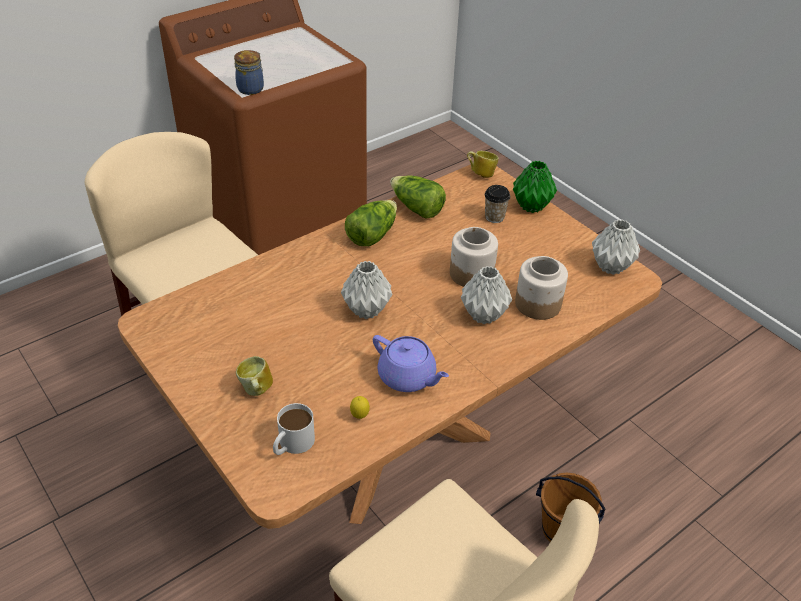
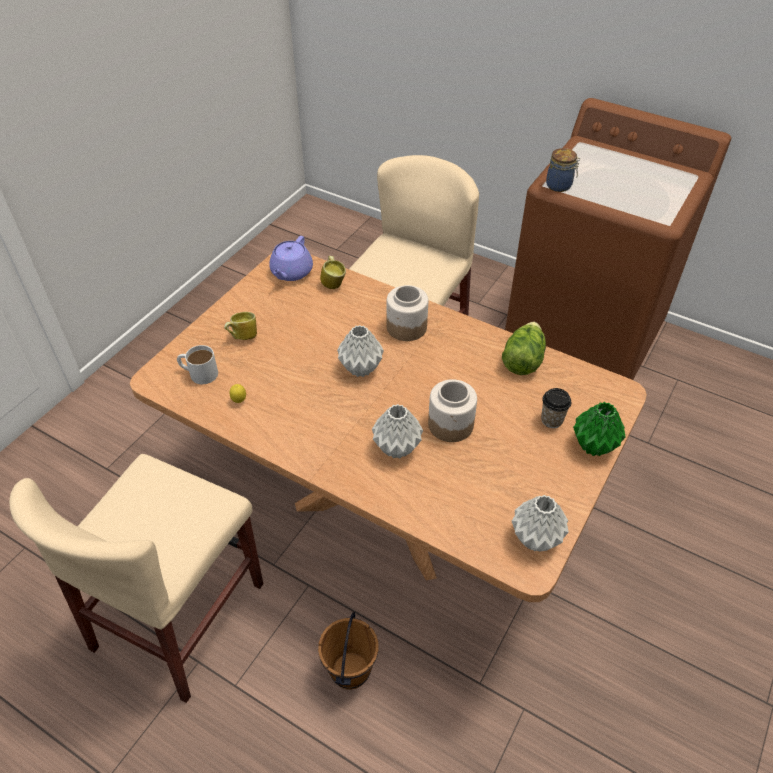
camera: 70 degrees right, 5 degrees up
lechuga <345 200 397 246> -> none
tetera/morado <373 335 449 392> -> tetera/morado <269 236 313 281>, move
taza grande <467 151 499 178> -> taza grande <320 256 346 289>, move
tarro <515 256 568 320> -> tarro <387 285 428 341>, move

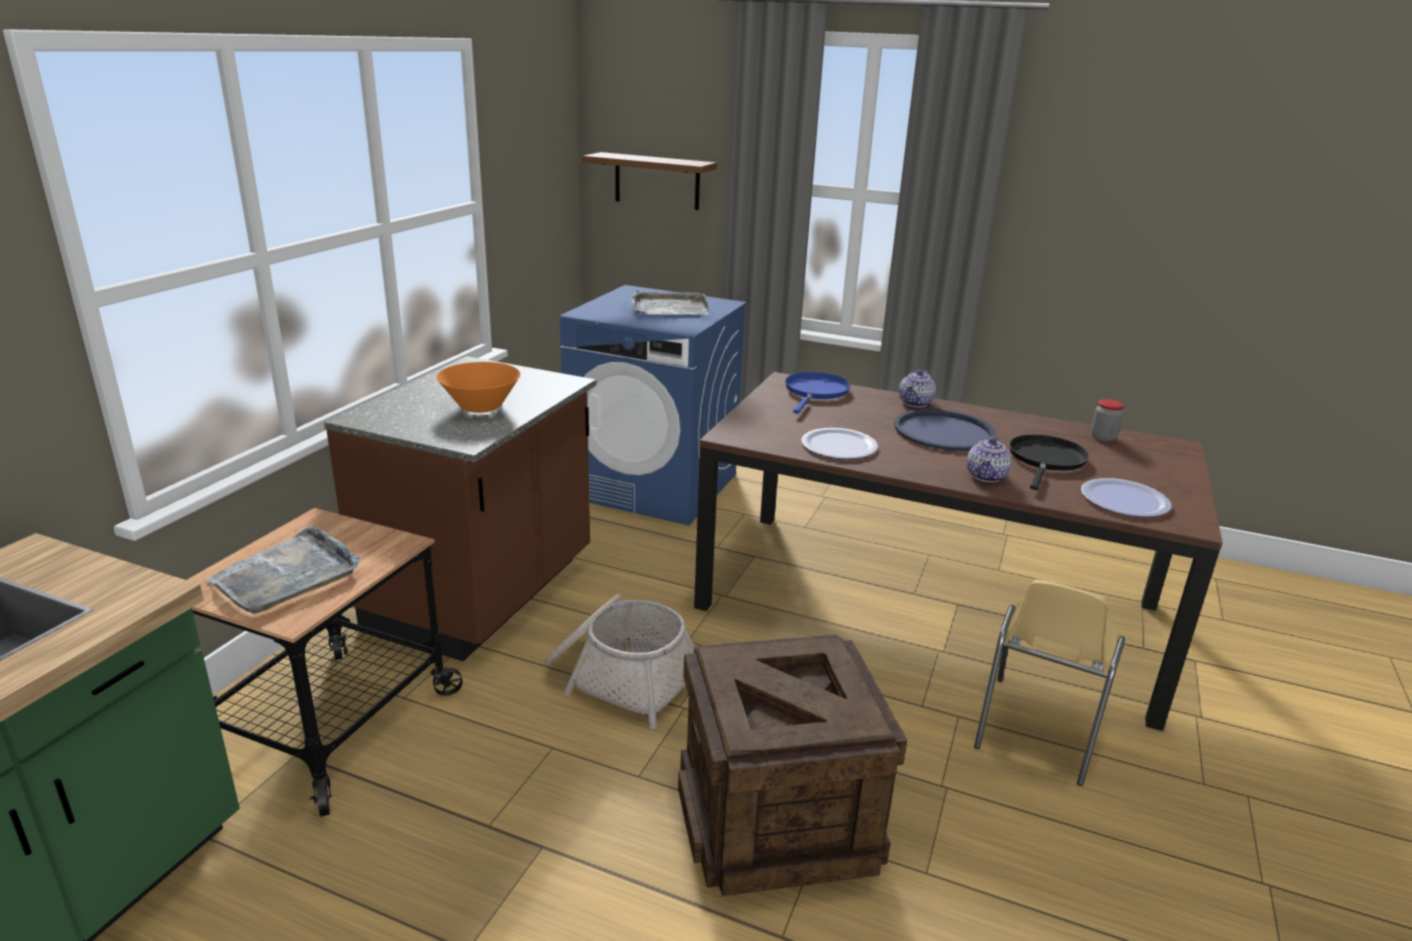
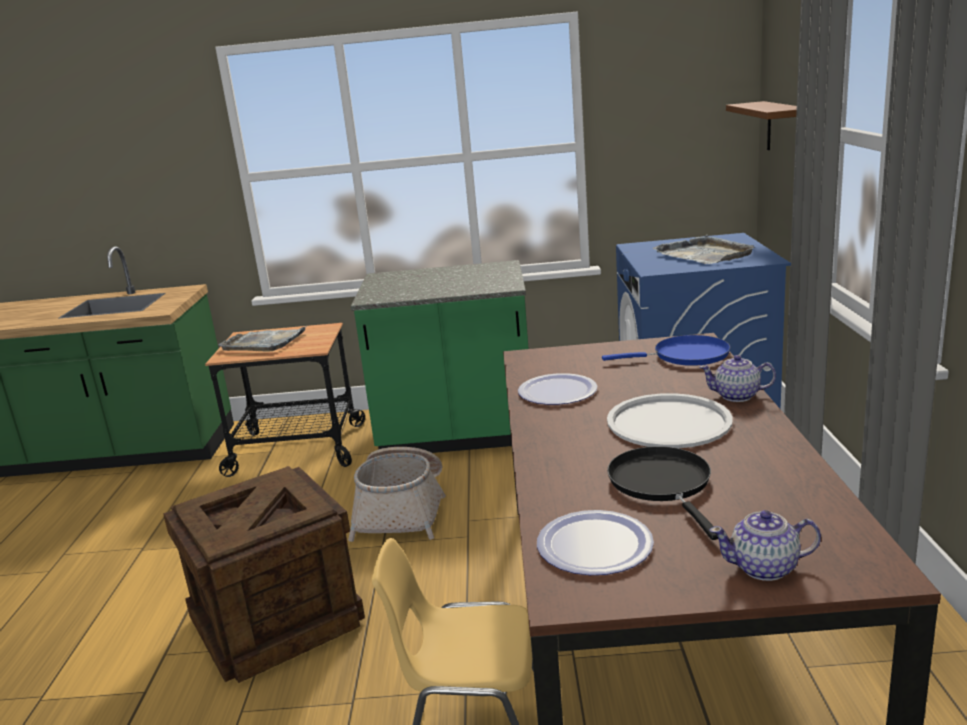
camera: 70 degrees right, 5 degrees down
mueble bajo de cocina/marrón <324 356 596 661> -> mueble bajo de cocina/verde <351 260 529 453>
cuenco/naranja <436 362 520 413> -> none
bandeja/azul <894 409 997 451> -> bandeja/blanco <607 393 733 448>
tetera <967 436 1012 482> -> tetera <709 510 821 581>, move
sartén/negro <1009 434 1089 490> -> sartén/negro <607 446 718 540>, 105 degrees counterclockwise
tarro <1091 399 1124 442> -> none

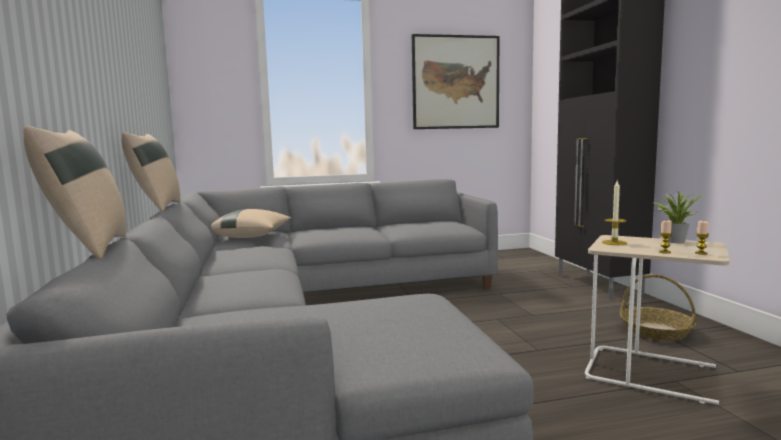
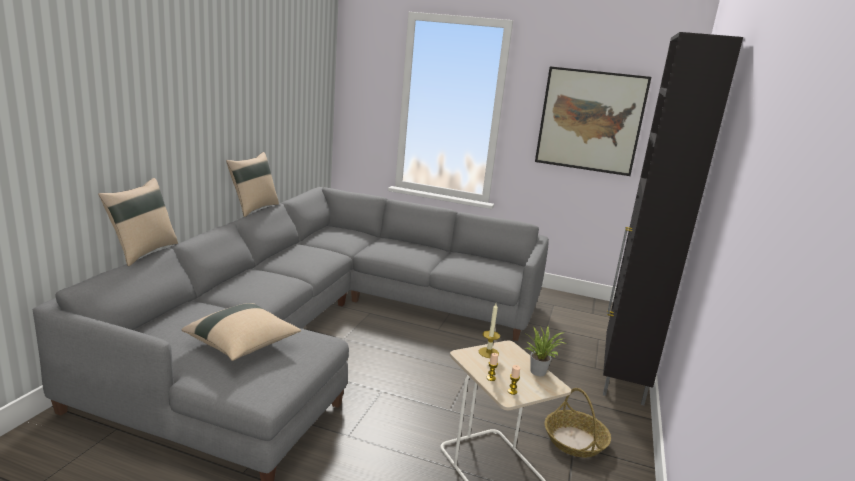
camera: 30 degrees right, 10 degrees up
cojín/beis <211 209 291 238> -> cojín/beis <181 303 301 361>, move

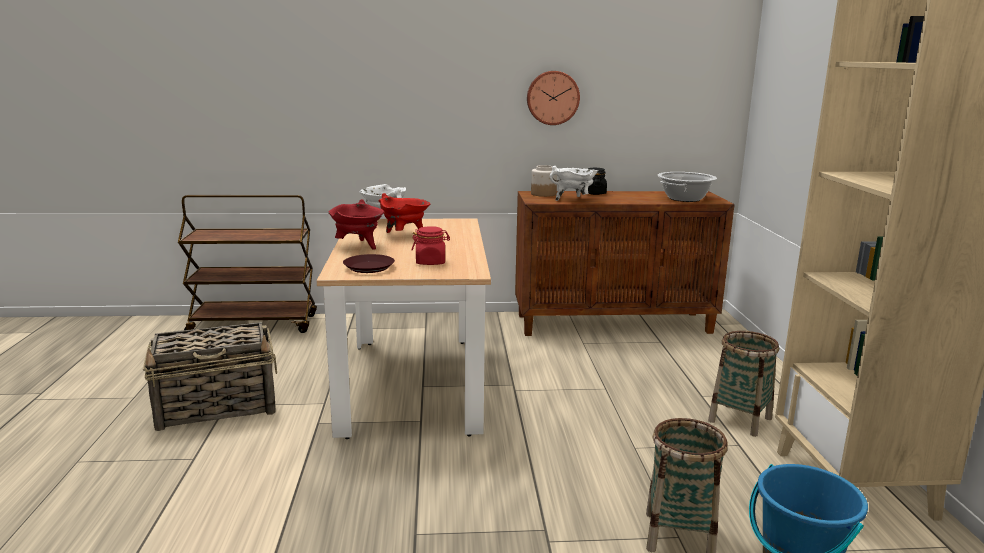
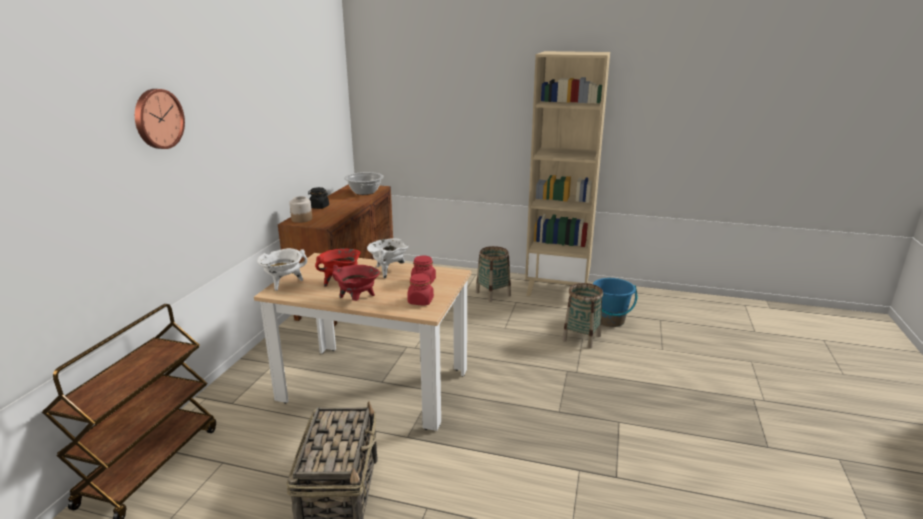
camera: 70 degrees left, 5 degrees up
plato/marrón <343 254 395 273> -> tarro/rojo <407 273 434 305>
reloj de pared <527 71 580 125> -> reloj de pared <135 89 185 149>, move
olla/blanco <550 166 598 201> -> olla/blanco <367 238 408 278>, move

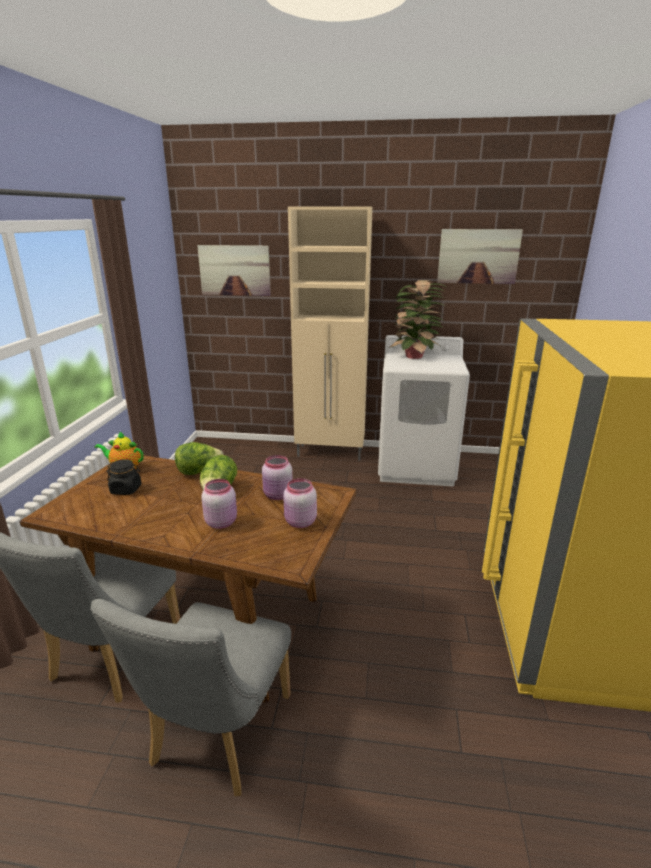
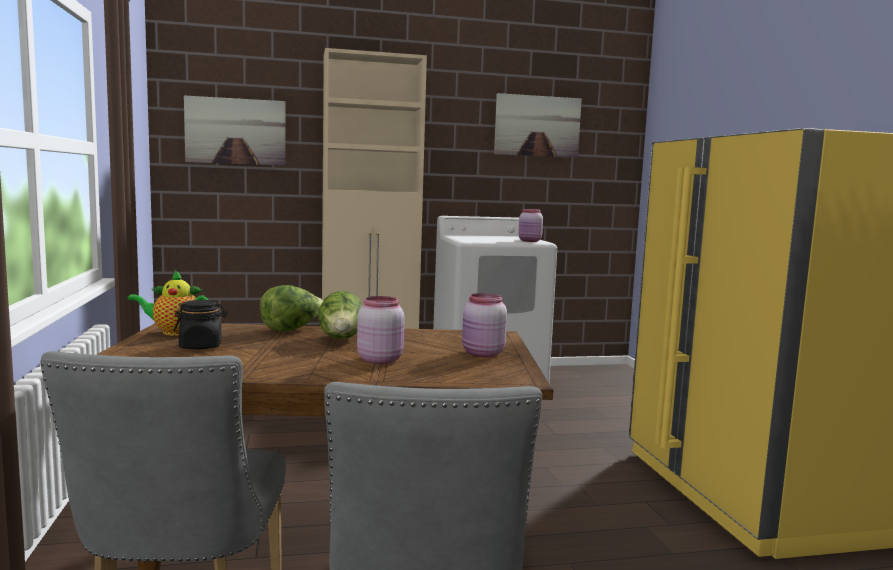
camera: 20 degrees left, 15 degrees down
tarro/rosa <262 455 293 500> -> tarro/rosa <518 209 543 242>, move
planta en maceta <389 280 446 359> -> none

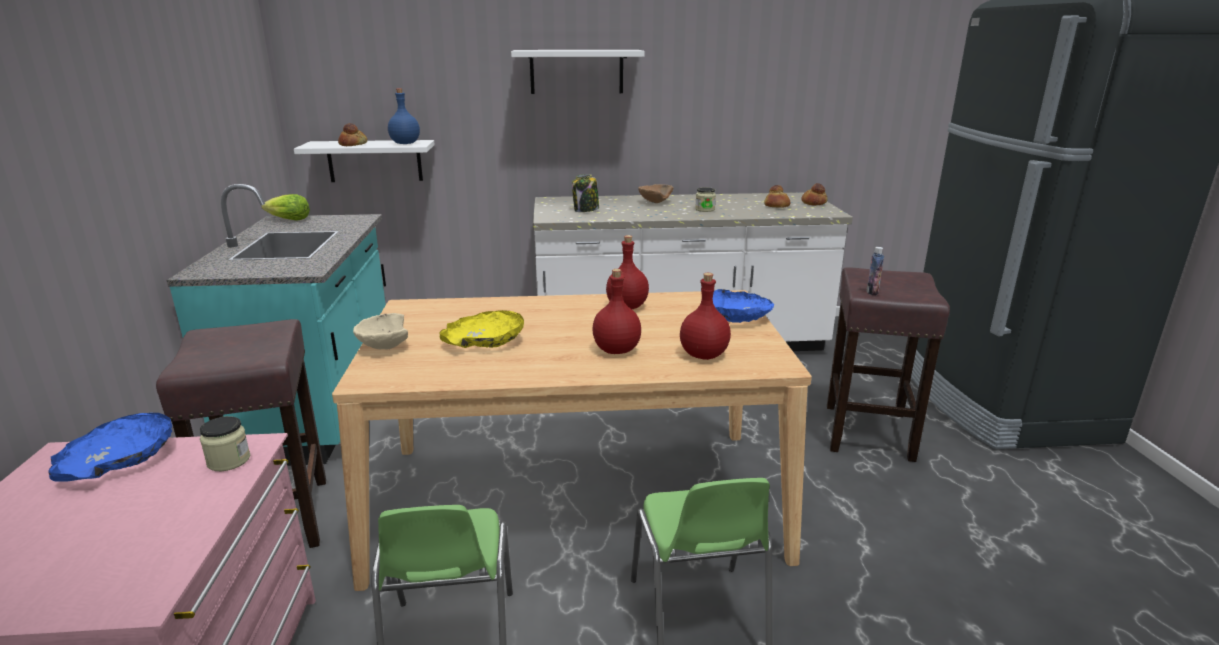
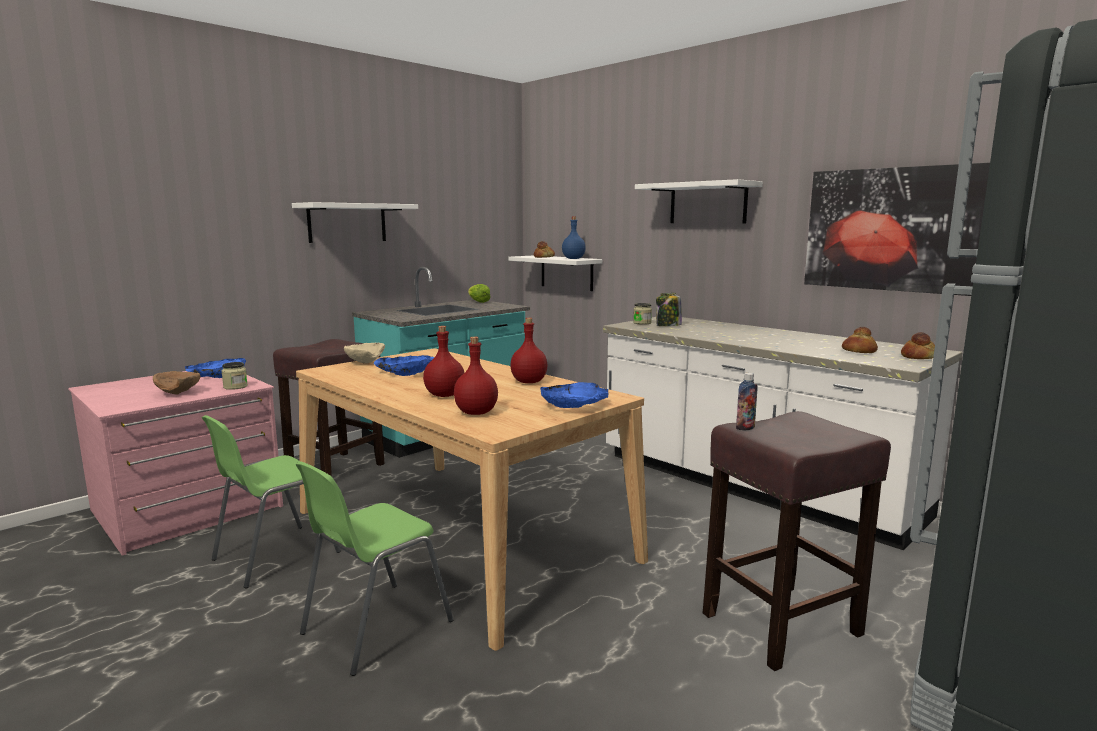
camera: 50 degrees right, 10 degrees down
cuenco/amarillo <440 310 524 348> -> cuenco/azul <374 355 434 376>
cuenco/marrón <638 184 674 203> -> cuenco/marrón <153 371 200 394>, move
tarro <695 187 716 212> -> tarro <633 303 652 325>, move
none -> estante/blanco <292 202 418 243>
none -> cuadro <804 163 990 296>

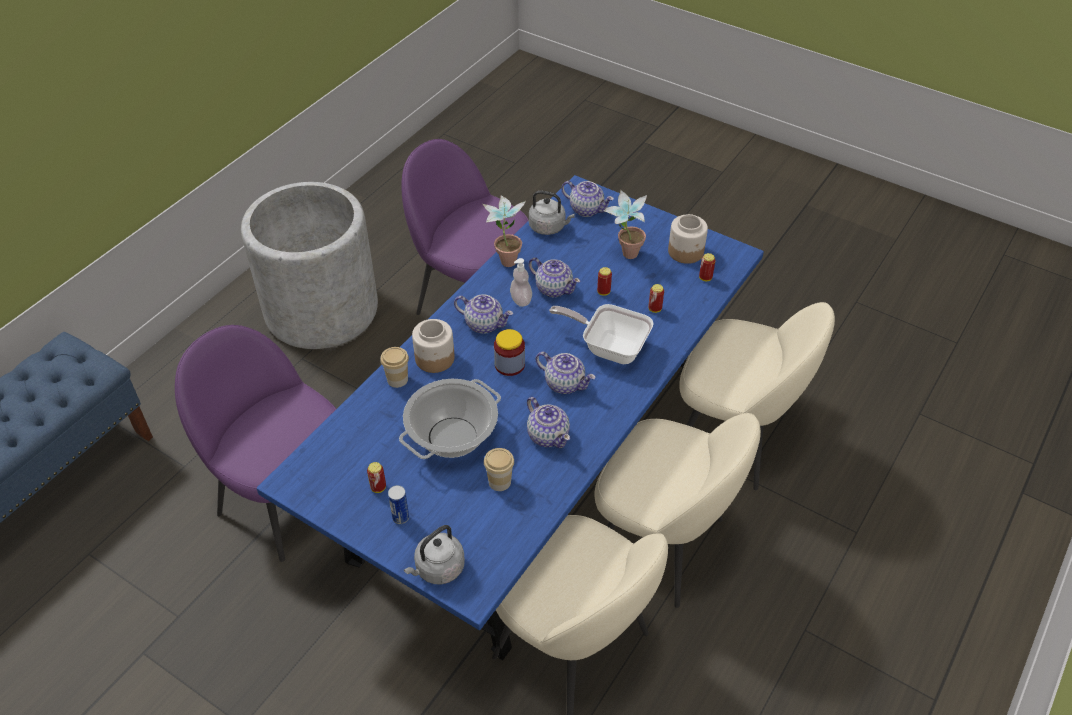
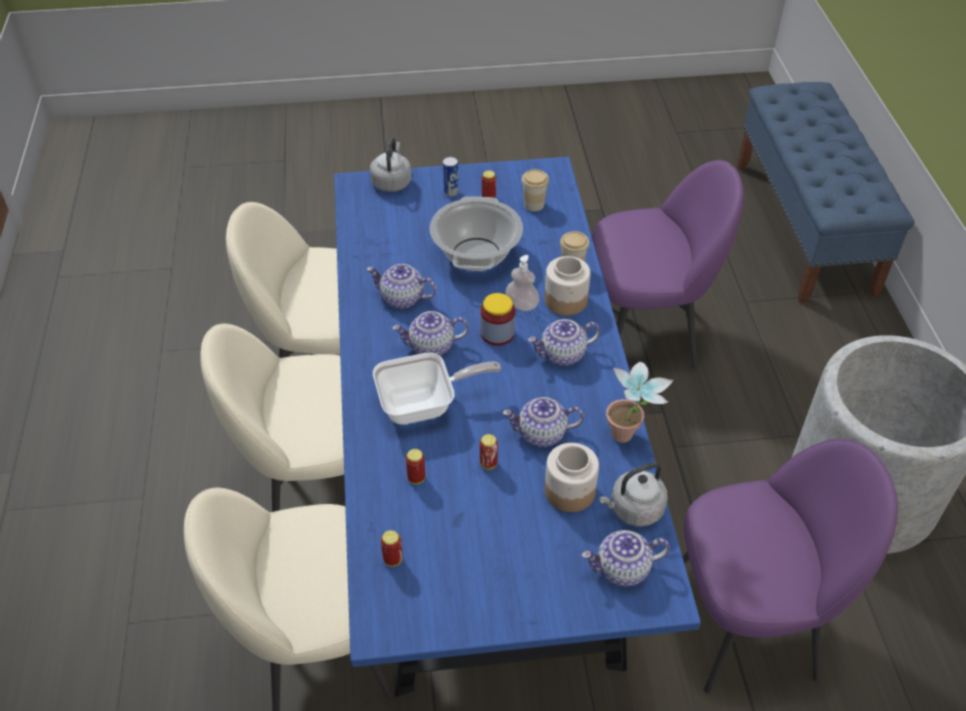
camera: 140 degrees right, 0 degrees up
taza <484 448 514 491> -> taza <521 169 549 211>, move
dispensador de jabón <510 258 532 307> -> dispensador de jabón <506 255 539 311>, move
planta en maceta <603 190 647 259> -> none
tarro <668 214 708 264> -> tarro <545 443 599 512>, move

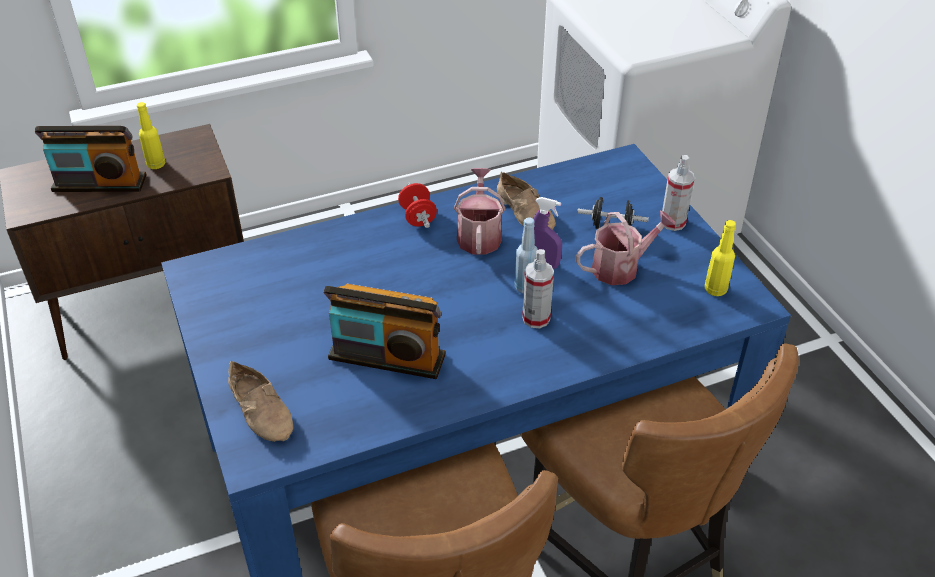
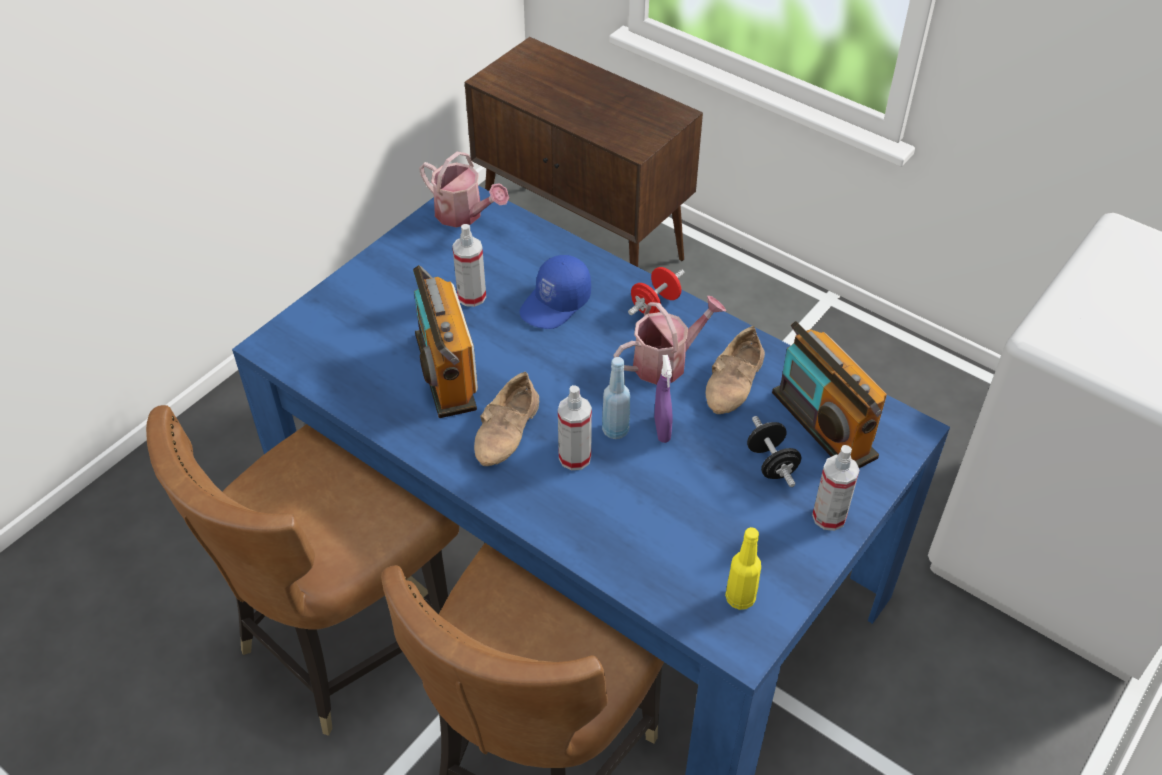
camera: 60 degrees right, 5 degrees up
radio <35 126 147 192> -> radio <772 321 887 468>, move
botella/amarillo <137 102 165 169> -> none
zapato/beis <228 360 293 442> -> zapato/beis <474 372 539 466>, move
regadera <576 211 676 285> -> regadera <419 152 509 227>, move
none -> pulverizador <452 224 486 307>
none -> gorra/azul <519 255 591 329>

